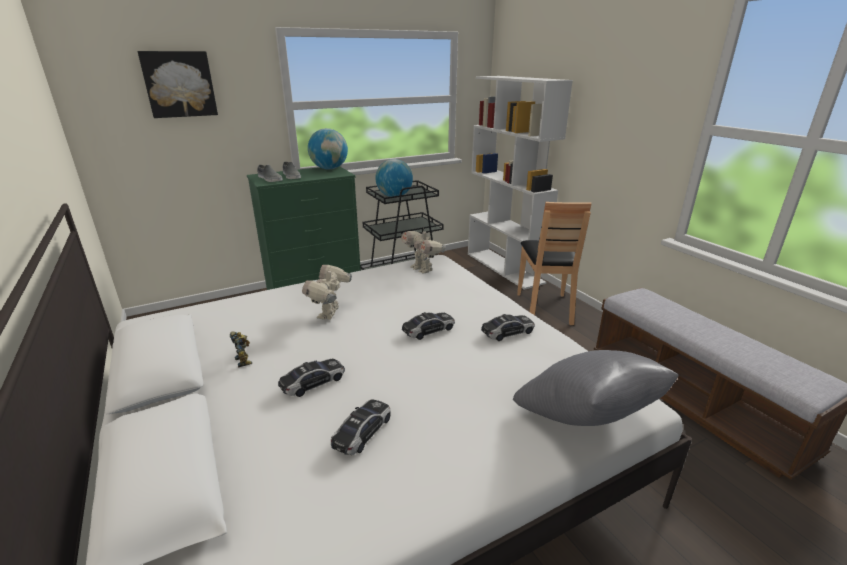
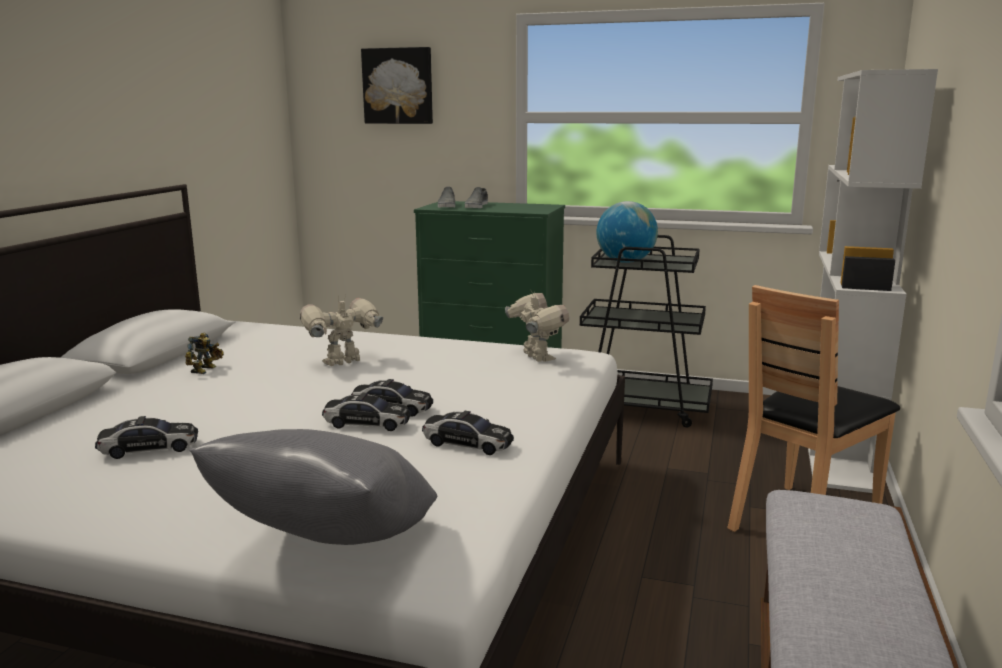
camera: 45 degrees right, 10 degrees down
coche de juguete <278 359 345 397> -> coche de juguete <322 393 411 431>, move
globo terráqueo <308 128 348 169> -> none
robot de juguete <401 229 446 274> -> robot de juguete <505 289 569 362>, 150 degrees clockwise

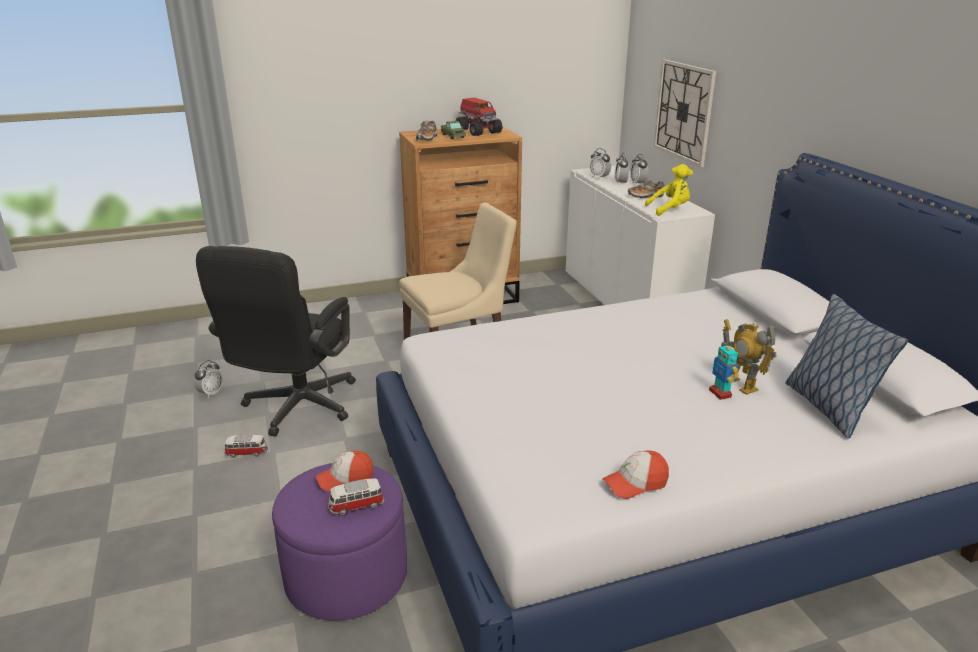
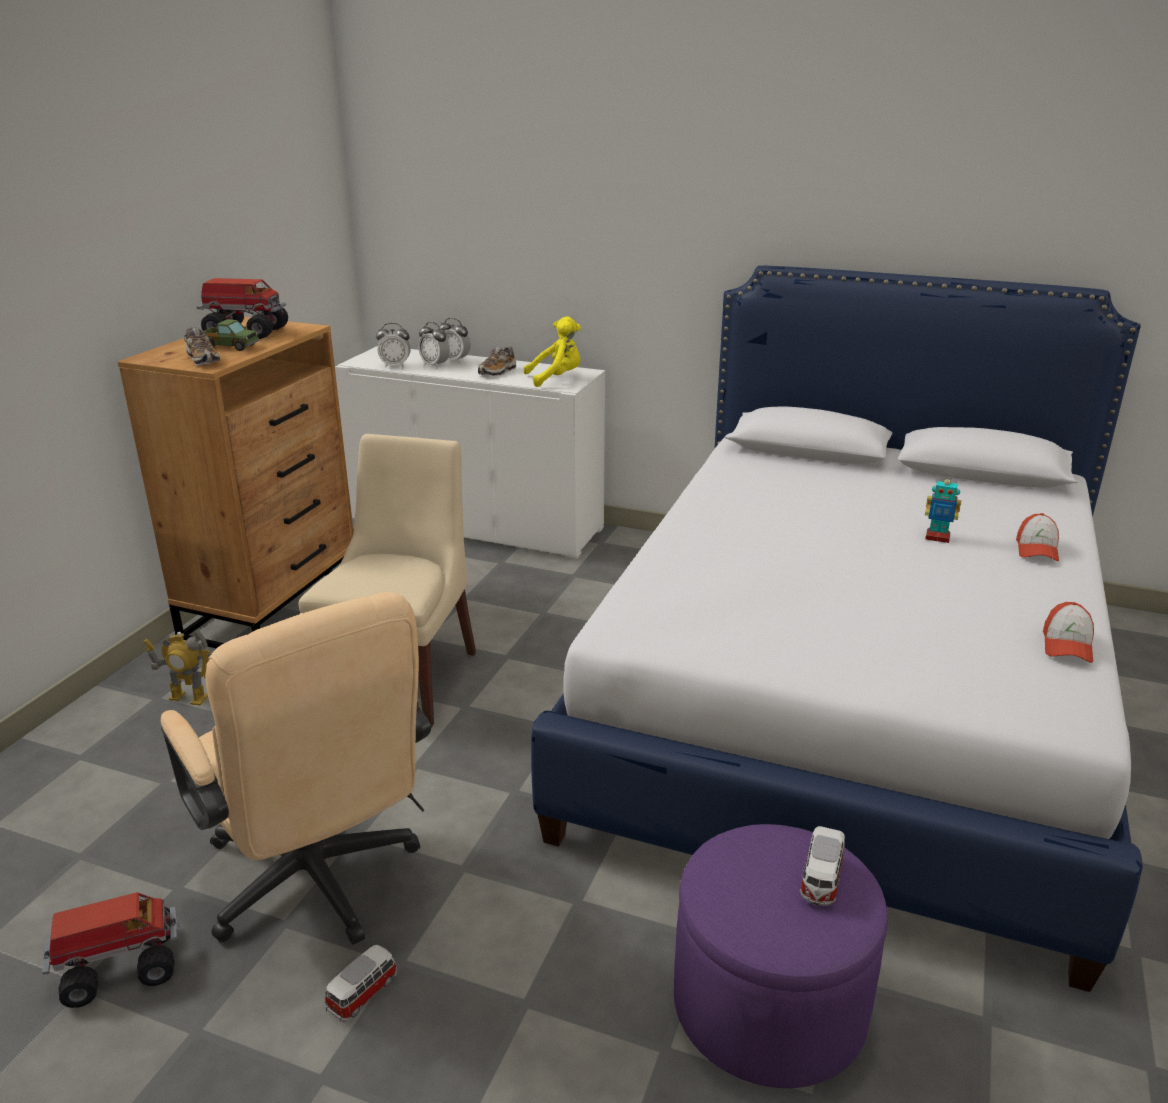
camera: 50 degrees left, 0 degrees up
despertador <194 360 223 398> -> camión de juguete <42 892 180 1008>
silla de oficina/negro <196 246 356 436> -> silla de oficina/beis <161 592 431 945>
gorra <316 451 373 492> -> gorra <1016 513 1059 561>, move
peluche/amarillo <645 164 693 216> -> peluche/amarillo <524 316 581 387>, 45 degrees clockwise
reloj de pared <653 59 716 167> -> none
robot de juguete <721 319 776 395> -> robot de juguete <144 629 212 705>, move
cojín <785 294 908 439> -> none

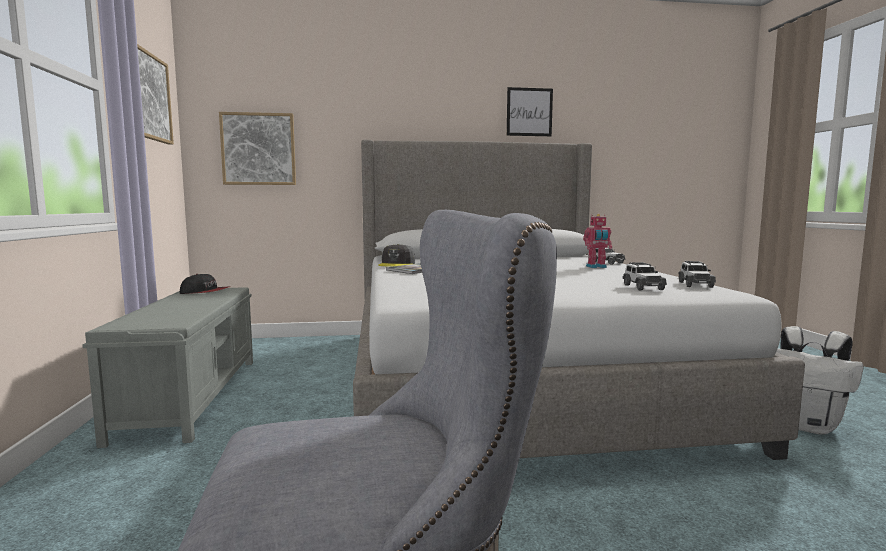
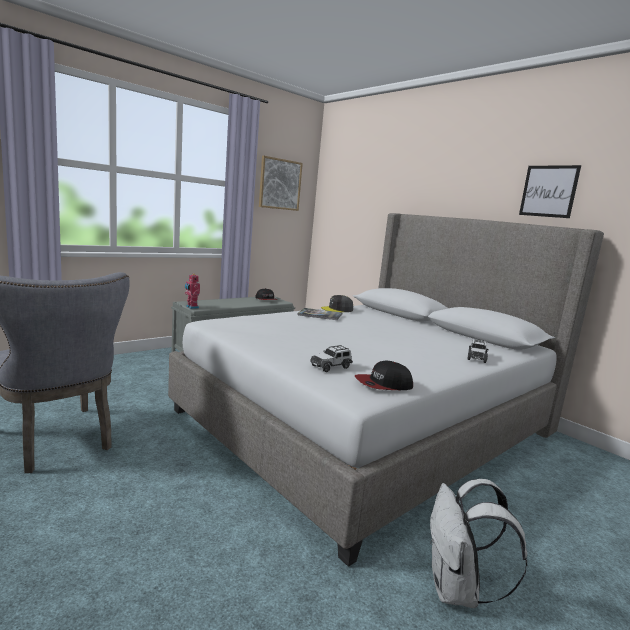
camera: 55 degrees right, 5 degrees up
cuadro <219 112 296 185> -> none
robot de juguete <583 214 612 268> -> robot de juguete <185 274 200 309>, move
coche de juguete <678 261 716 288> -> gorra <355 361 413 390>

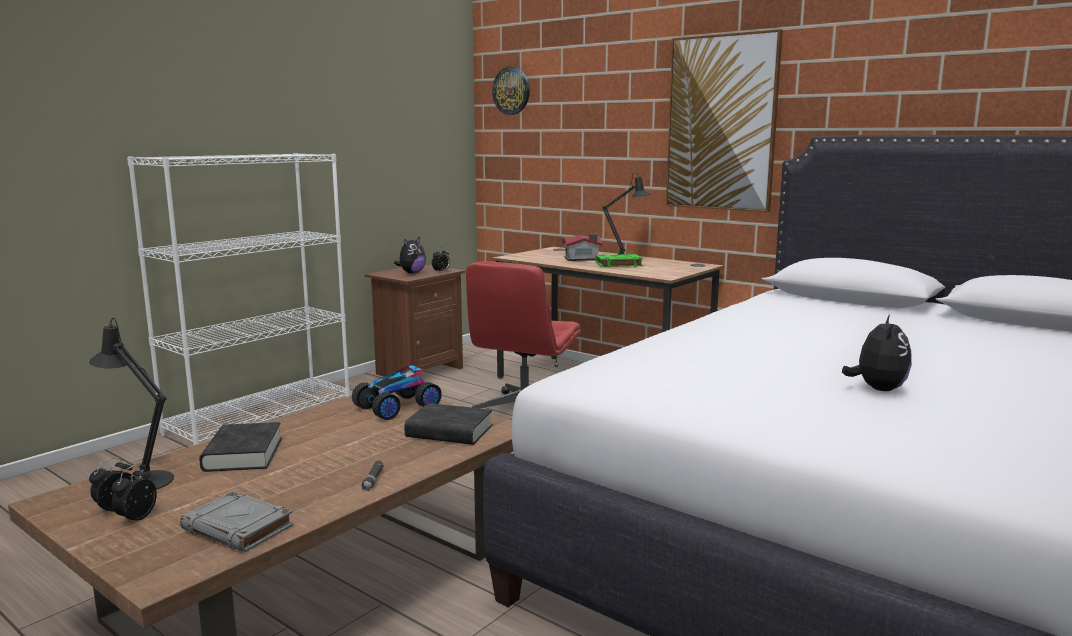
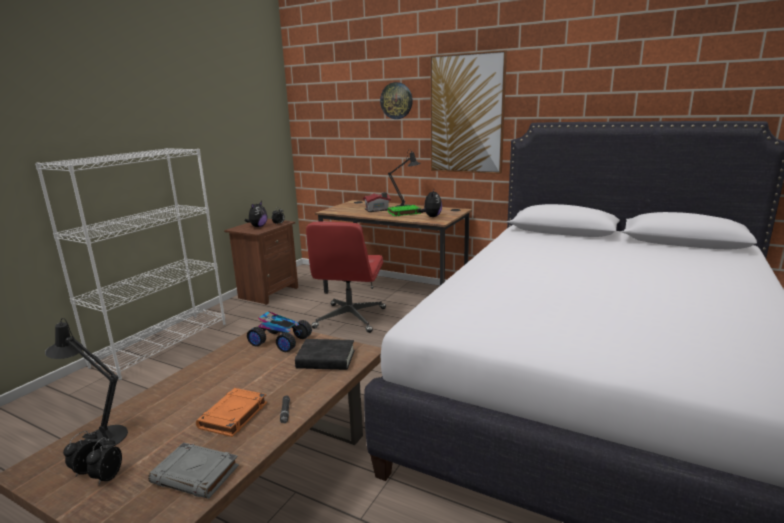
camera: 10 degrees left, 5 degrees up
libro/negro <199 422 282 472> -> none
coche de juguete <352 365 442 420> -> coche de juguete <247 312 312 353>, 105 degrees counterclockwise
reloj de pared <492 67 530 115> -> reloj de pared <380 82 413 119>, move
peluche <842 314 912 391> -> peluche <418 190 442 217>, move
none -> libro/naranja <196 388 267 437>

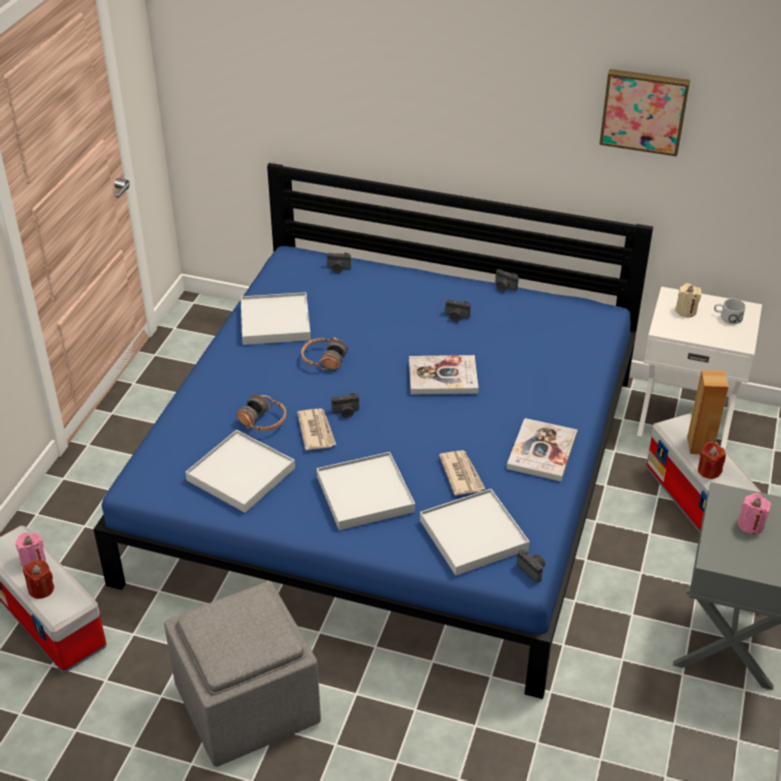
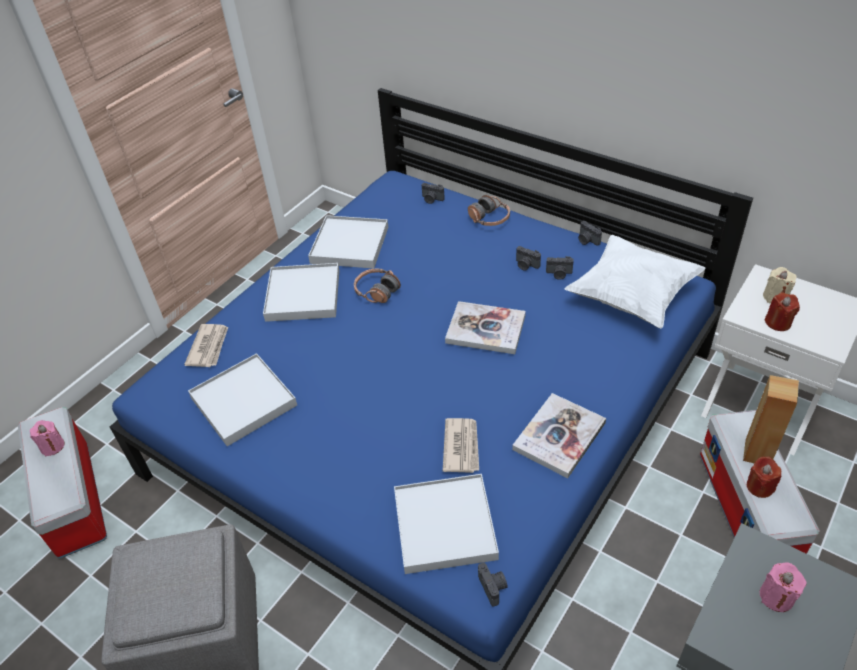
camera: 20 degrees right, 5 degrees up
vela/rojo <23 560 54 599> -> vela/rojo <764 292 800 331>, move
auriculares <237 395 286 431> -> auriculares <468 195 510 226>, move
periódico <297 408 336 450> -> periódico <184 324 228 367>, move
bandeja/blanco <317 452 415 530> -> bandeja/blanco <263 263 339 322>, move
cámara <331 393 359 418> -> cámara <546 256 573 280>, move
cuadro <599 69 690 157> -> none
taza grande/blanco <714 299 746 324> -> none
none -> cojín/blanco <565 235 705 328>

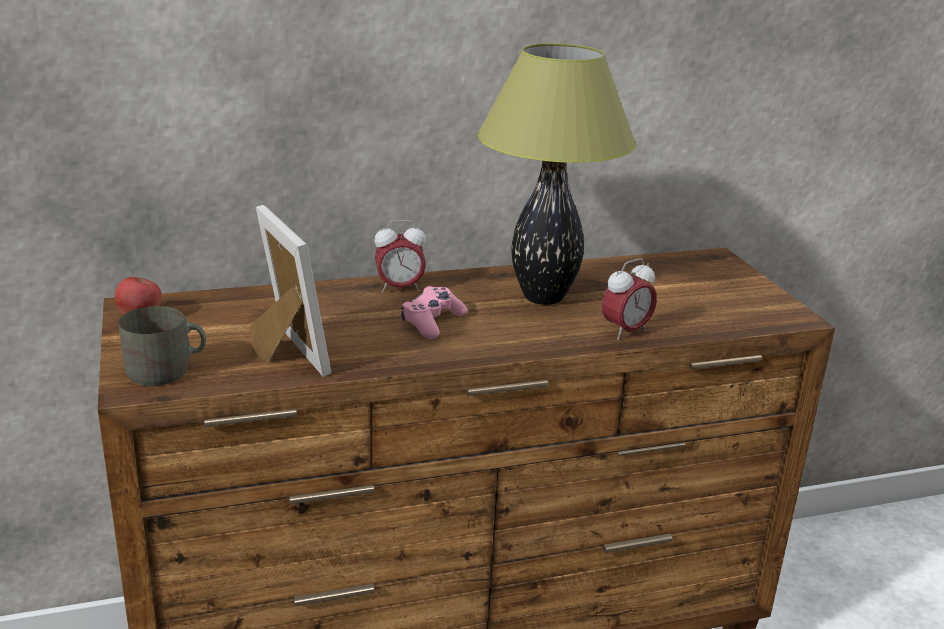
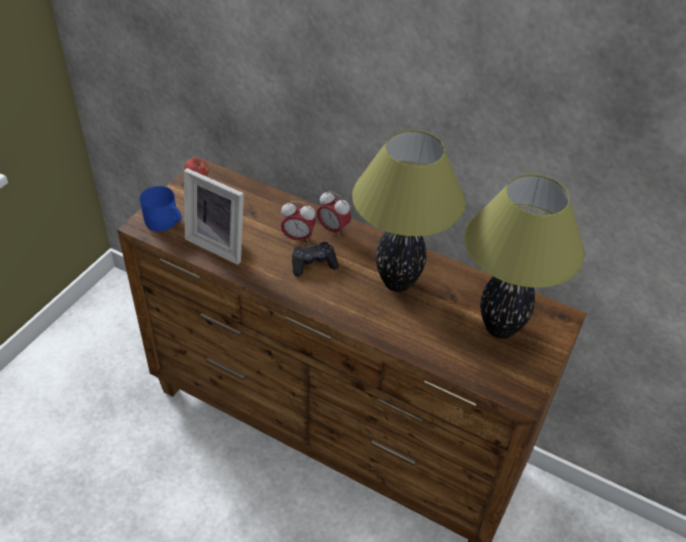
camera: 45 degrees right, 20 degrees up
taza grande/gris <118 306 206 386> -> taza grande/azul <140 186 182 232>
portarretratos <250 205 331 377> -> portarretratos <184 168 244 265>, 105 degrees clockwise
mando de consola/rosa <401 286 468 339> -> mando de consola/negro <292 242 339 277>
despertador <602 258 657 340> -> despertador <281 201 316 244>, move
none -> lámpara de mesa <464 174 585 339>

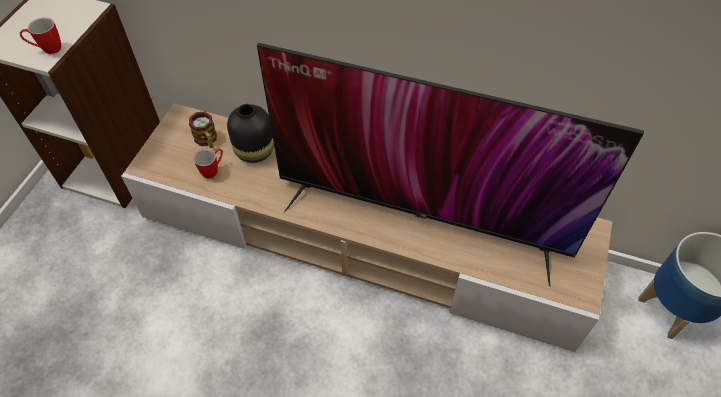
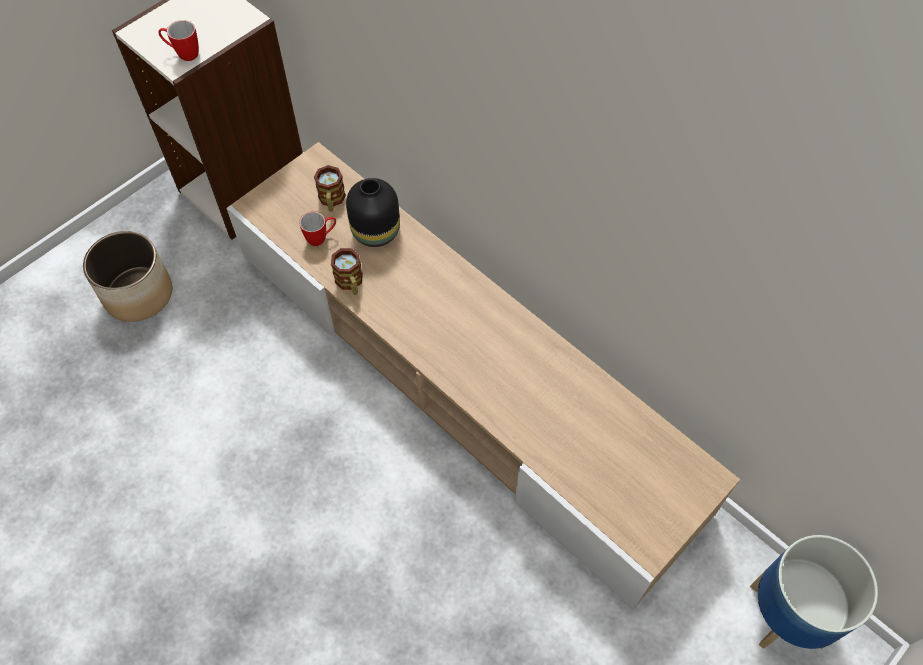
camera: 25 degrees right, 5 degrees up
televisor <257 43 644 287> -> none
none -> maceta <83 231 172 322>
none -> taza grande <331 248 363 295>

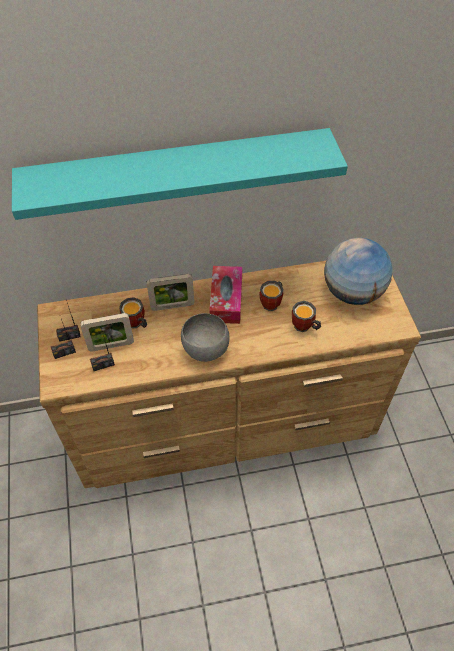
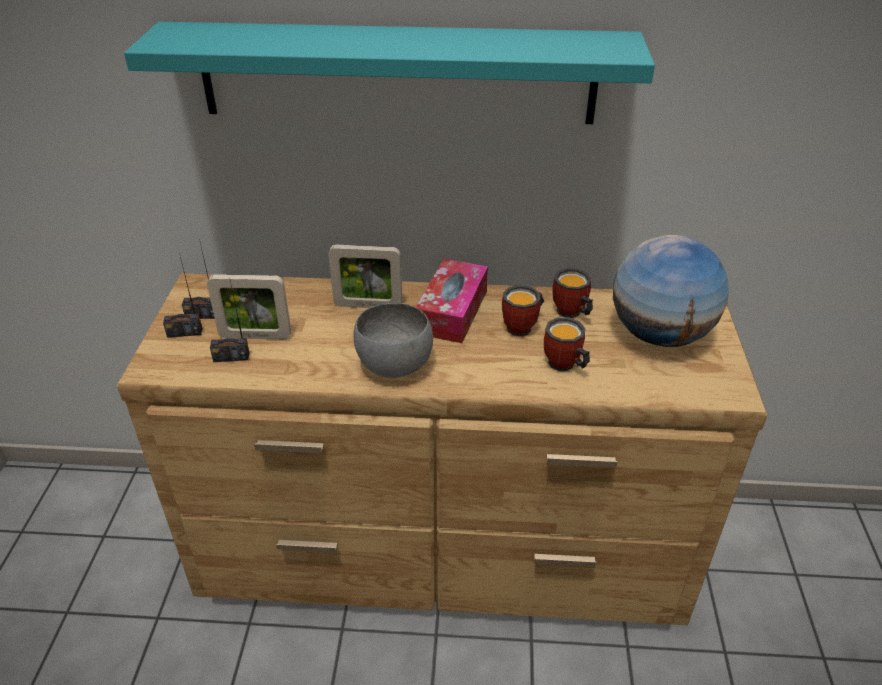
camera: 15 degrees right, 15 degrees down
taza grande <119 297 147 329> -> taza grande <553 268 593 318>, move

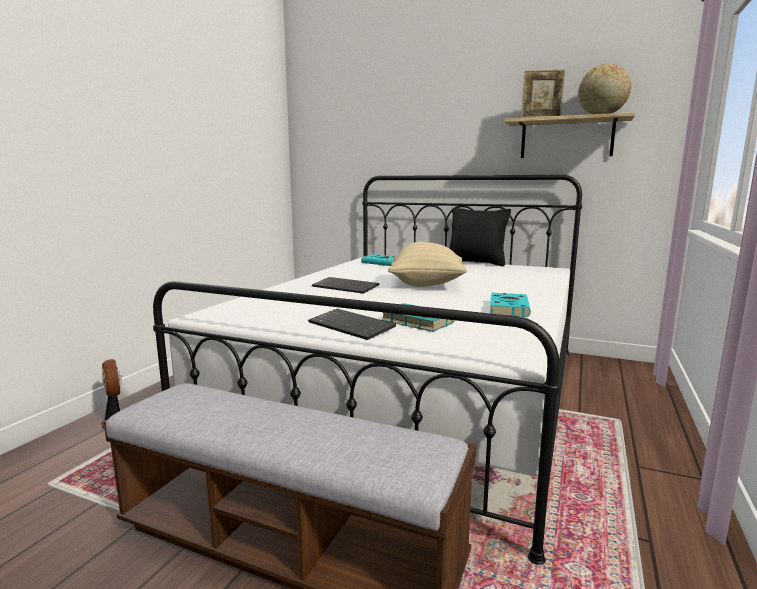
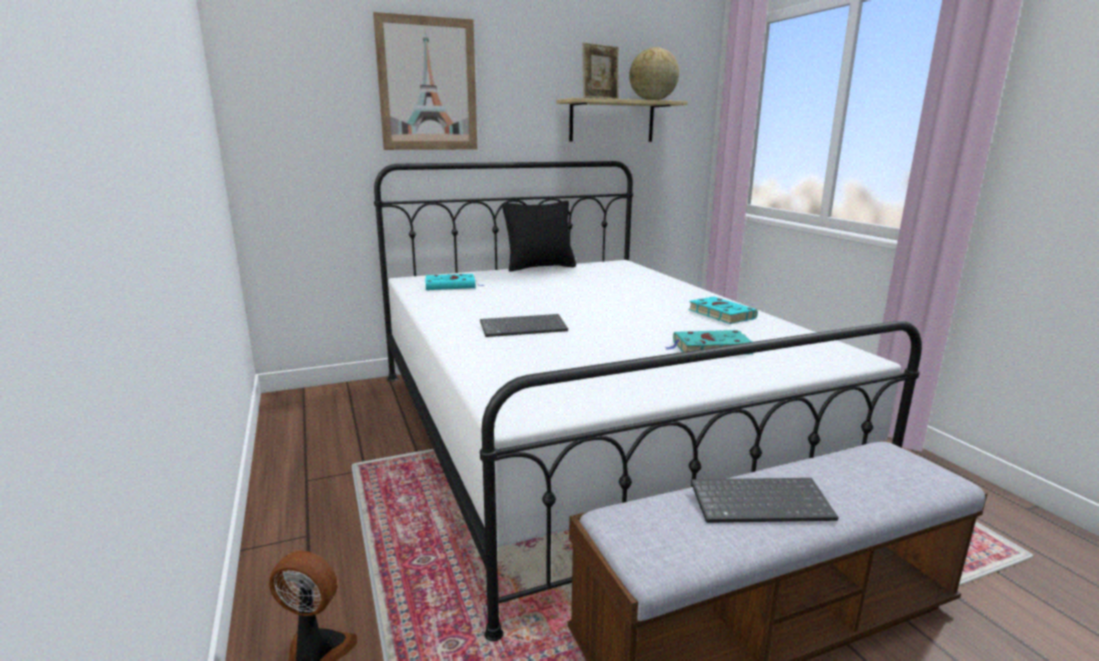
camera: 45 degrees left, 5 degrees up
teclado <308 309 396 340> -> teclado <691 478 839 523>, move
cojín/beis <388 242 467 287> -> none
none -> cuadro <373 12 477 150>

